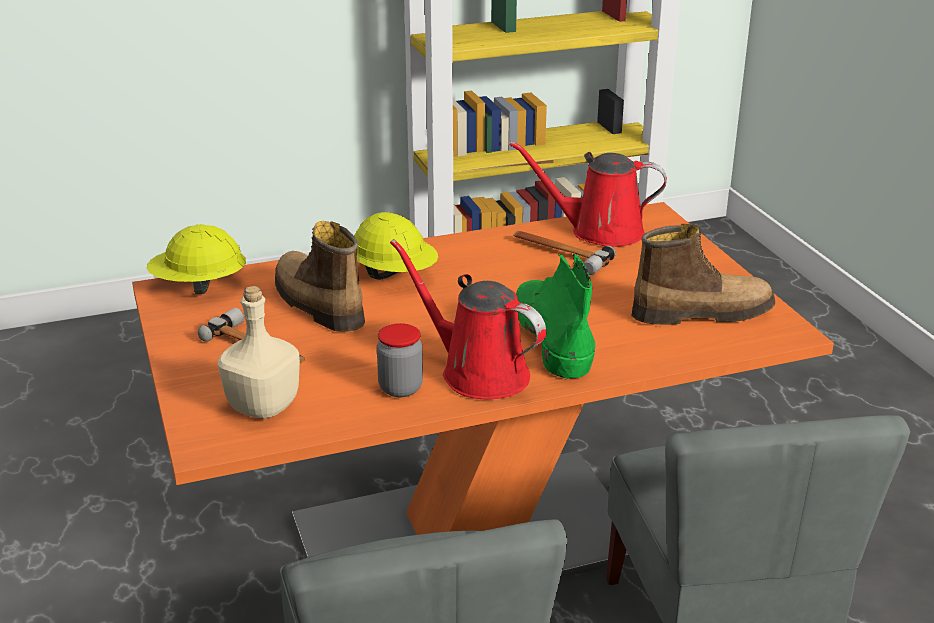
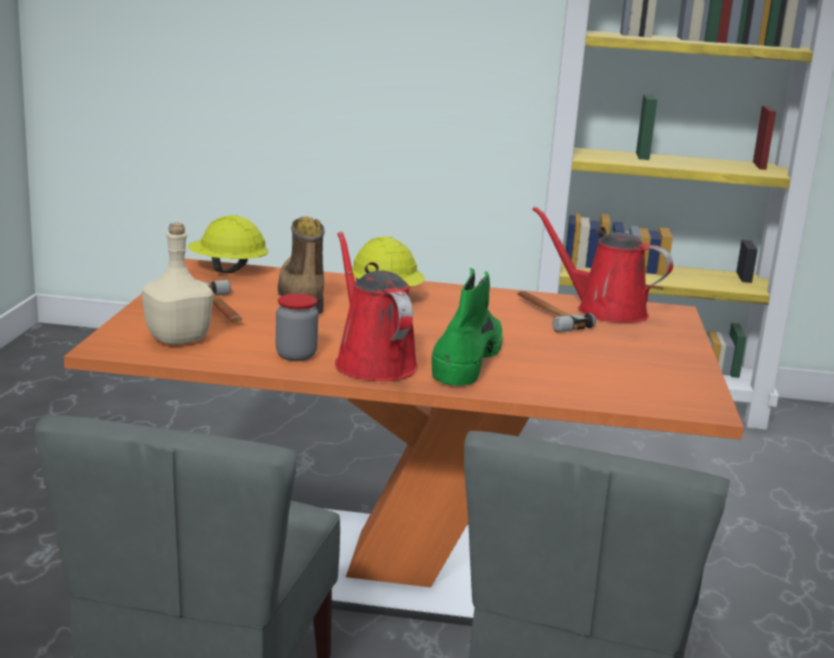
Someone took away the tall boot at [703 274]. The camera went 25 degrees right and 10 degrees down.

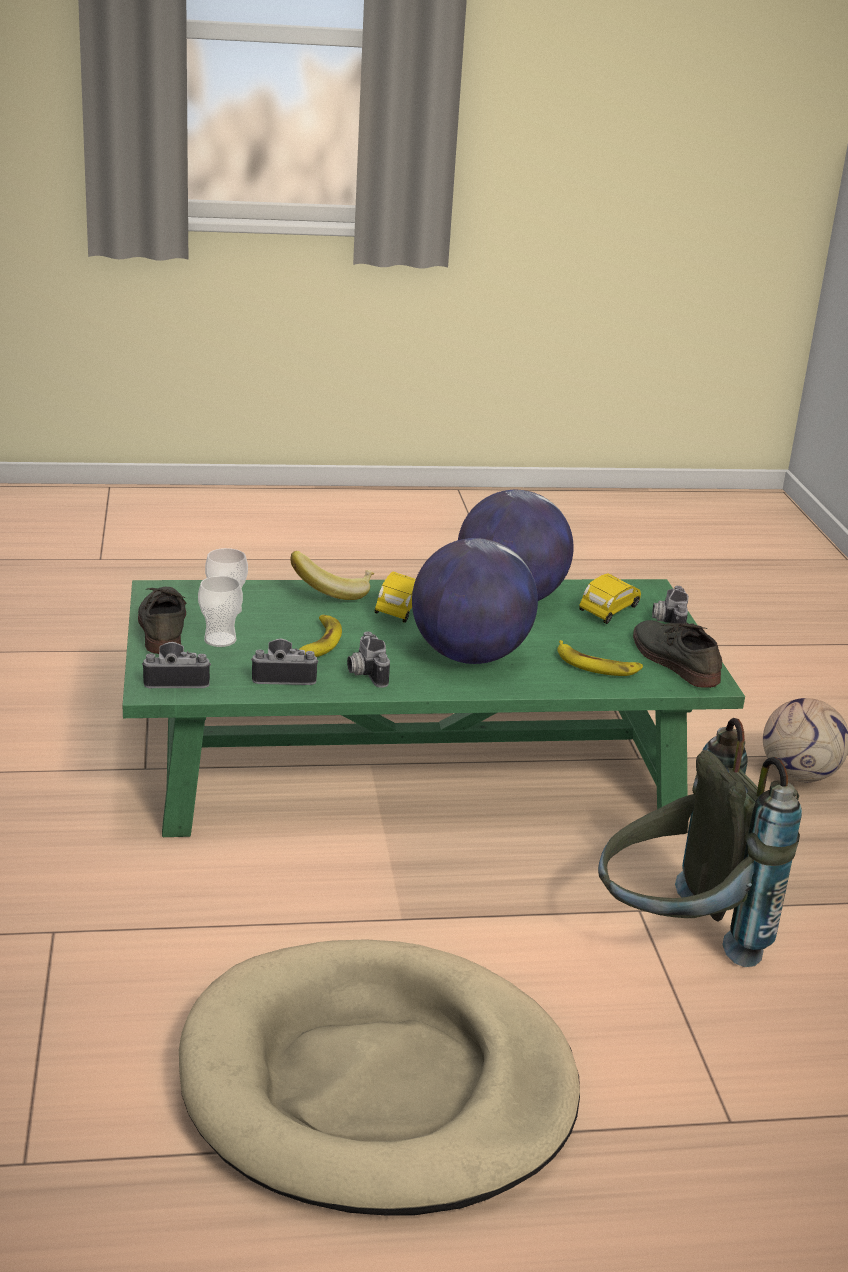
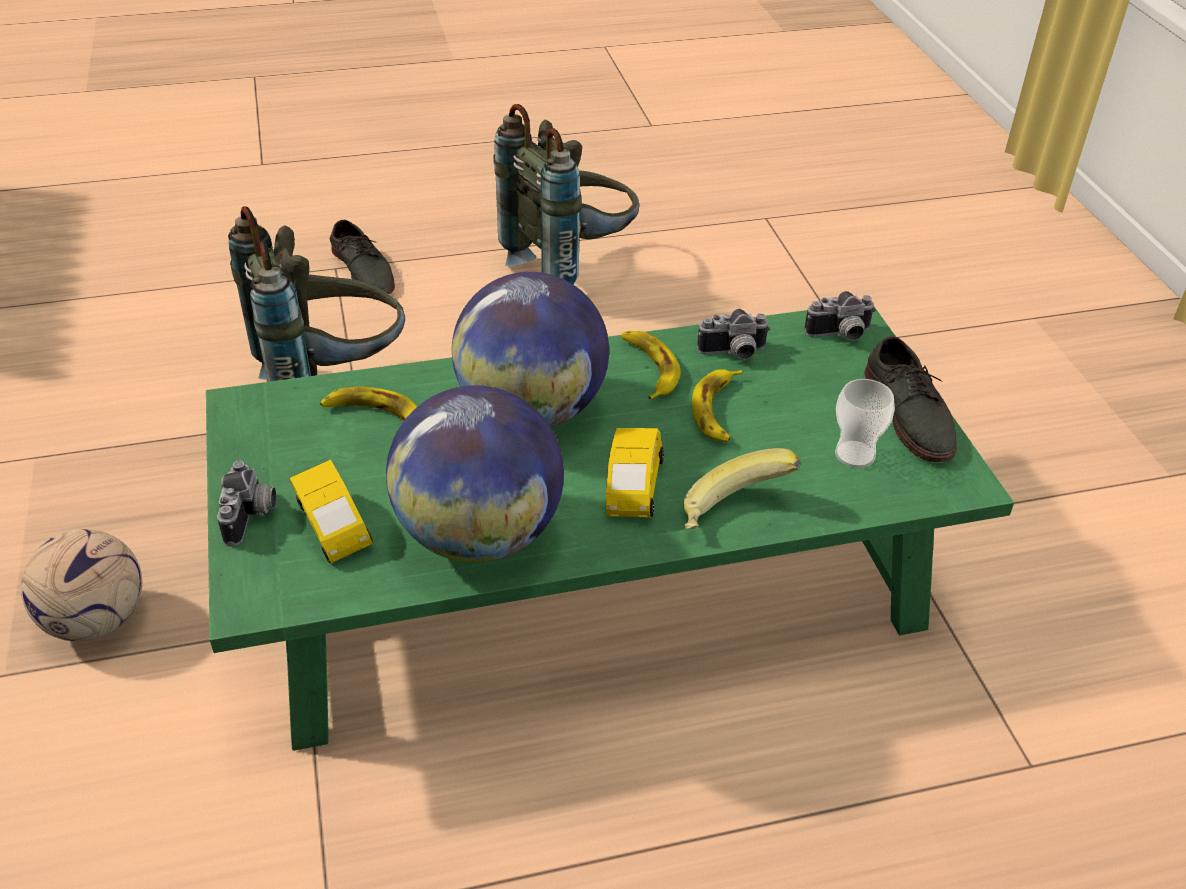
Someone rotated the toy car (yellow) at [610 599] by 60 degrees counterclockwise. Someone took away the small cup at [220 611]. Someone carried the item of footwear (greyish) from [677 654] to [362 257]. Someone swapped the still camera at [368 660] for the whole banana at [651 365]. Someone swapped the dog bed (beige) at [379 1077] for the knapsack (greyish) at [566 194]. The camera went 175 degrees right and 15 degrees up.

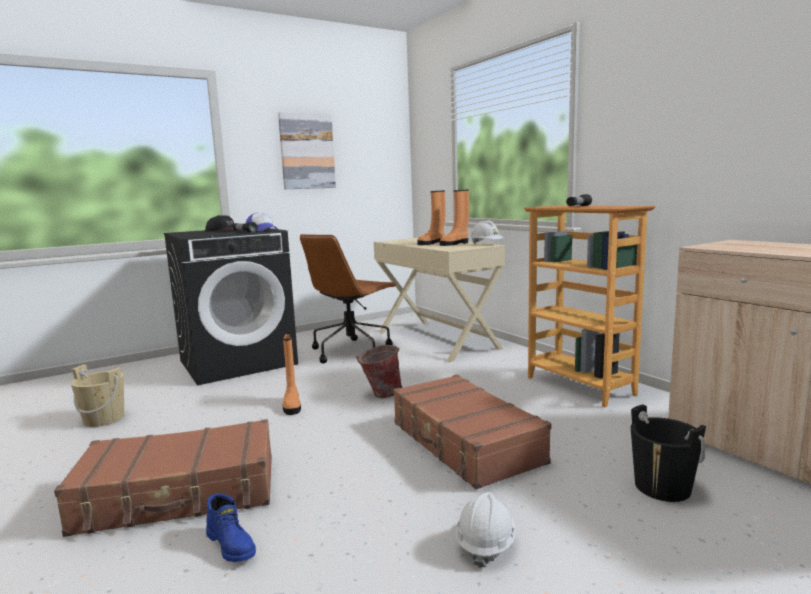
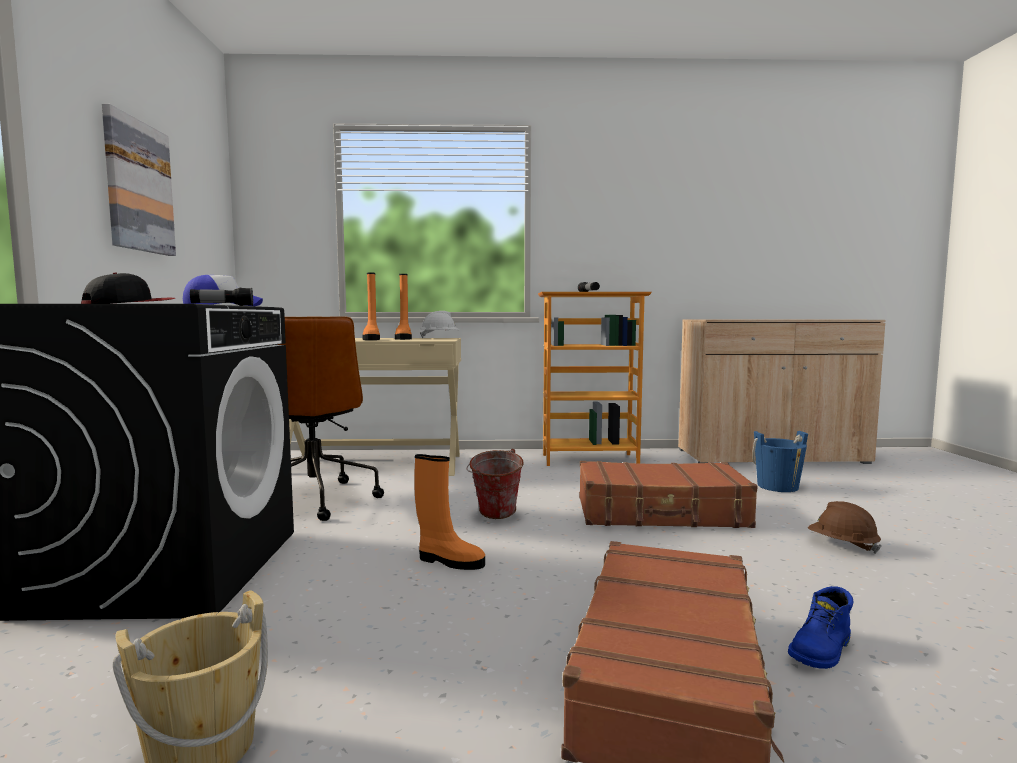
Someone repainted the bucket (black) at [668 453], which became the bucket (blue) at [780 461]. Someone repainted the safety helmet (white) at [485 530], which became the safety helmet (brown) at [845 527]. Someone rotated the tall boot (blue) at [231 528] by 150 degrees clockwise. The camera went 60 degrees left and 5 degrees down.

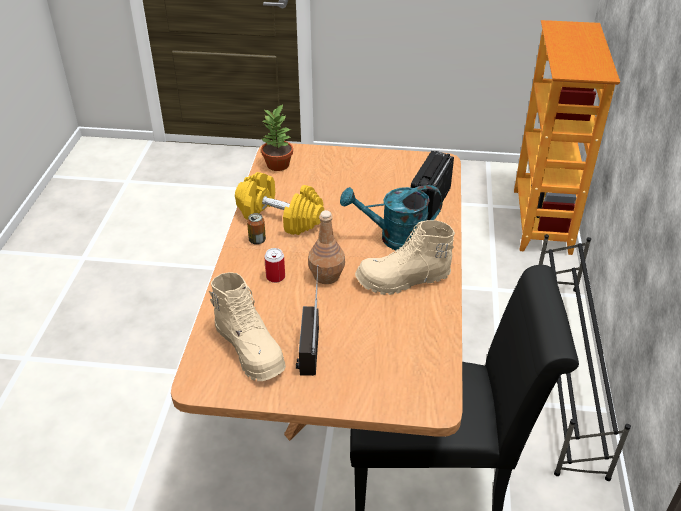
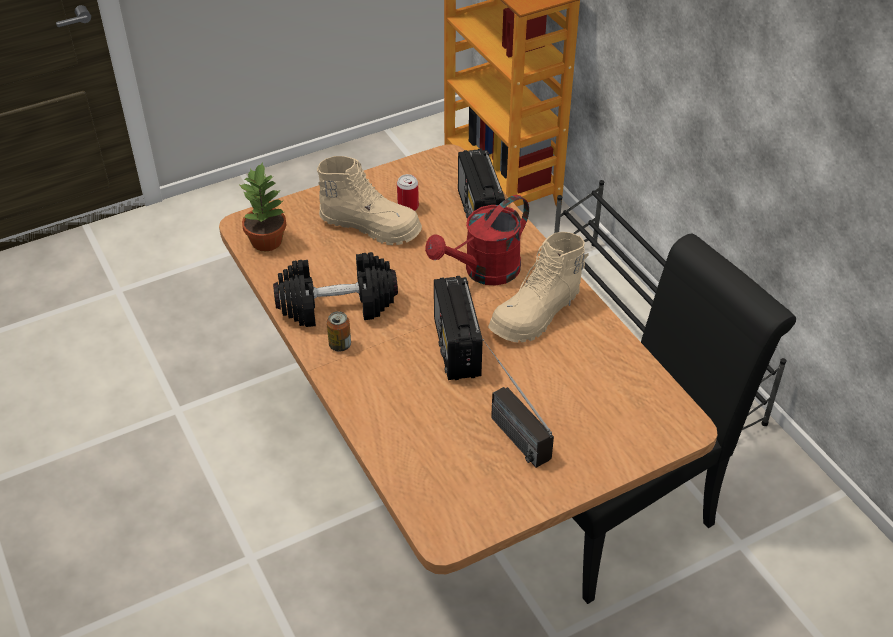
Someone repainted the hand weight (yellow) at [279 203], which became the hand weight (black) at [335 289]. Someone repainted the watering pot (blue-green) at [391 217], which became the watering pot (reddish) at [477 240]. Someone swapped the beverage bottle (brown) at [326 247] for the radio receiver at [458 328]. Someone carried the can from [274 265] to [408 192]. Someone carried the tall boot (beige) from [247 326] to [369 200]. The camera went 35 degrees left and 5 degrees up.

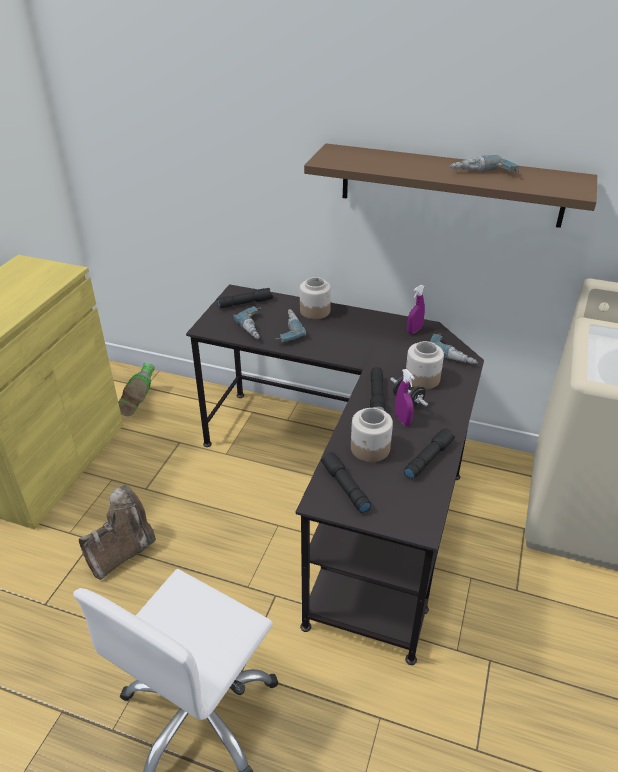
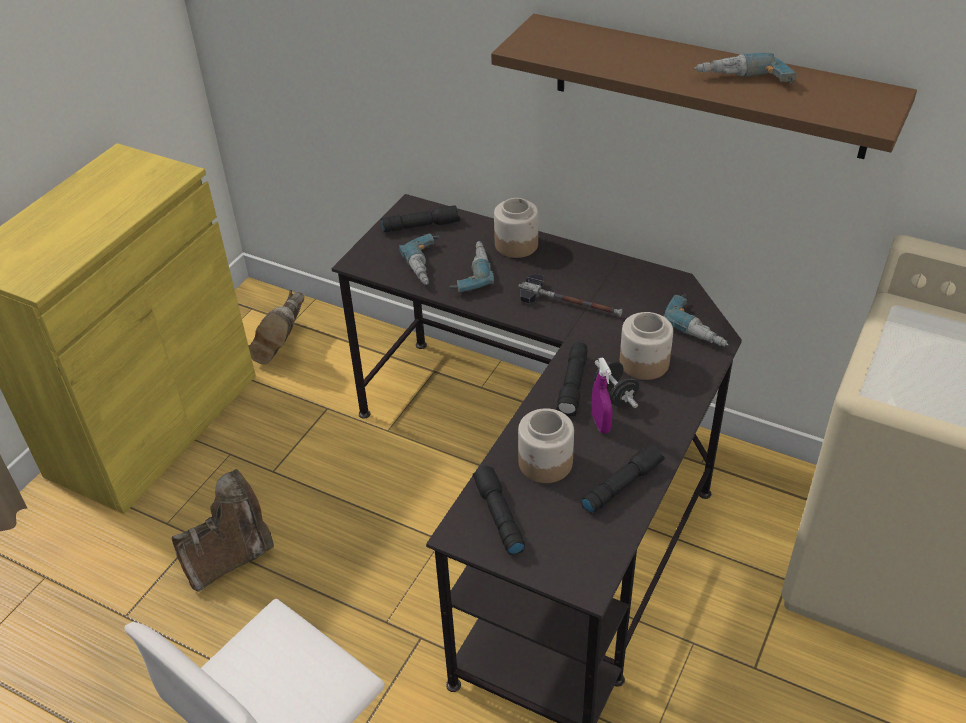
Someone took away the sprayer (purplish) at [416 309]. Someone repainted the tall boot (green-coloured) at [136 389], which became the tall boot (brown) at [276 327]. Someone put down the hand hammer at [570 295]. The camera went 10 degrees right and 5 degrees up.

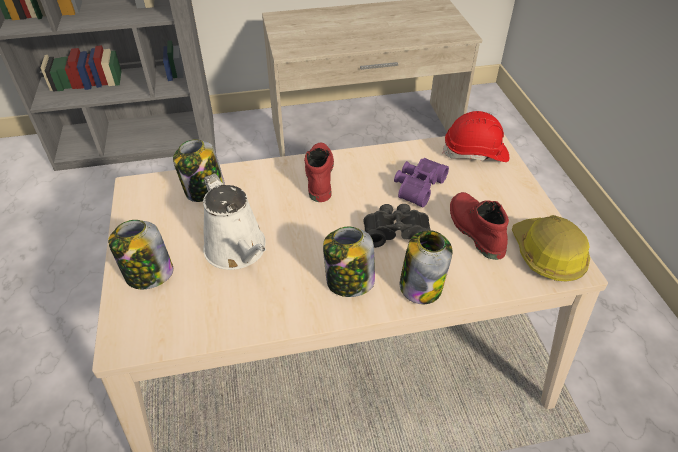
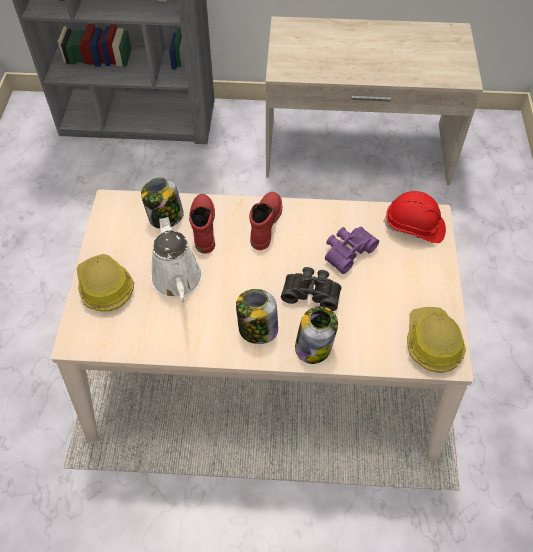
Someone carried the tall boot (reddish) from [479 226] to [202 224]. Someone swapped the storage jar at [141 254] for the safety helmet at [105 283]. The camera went 15 degrees right and 10 degrees up.

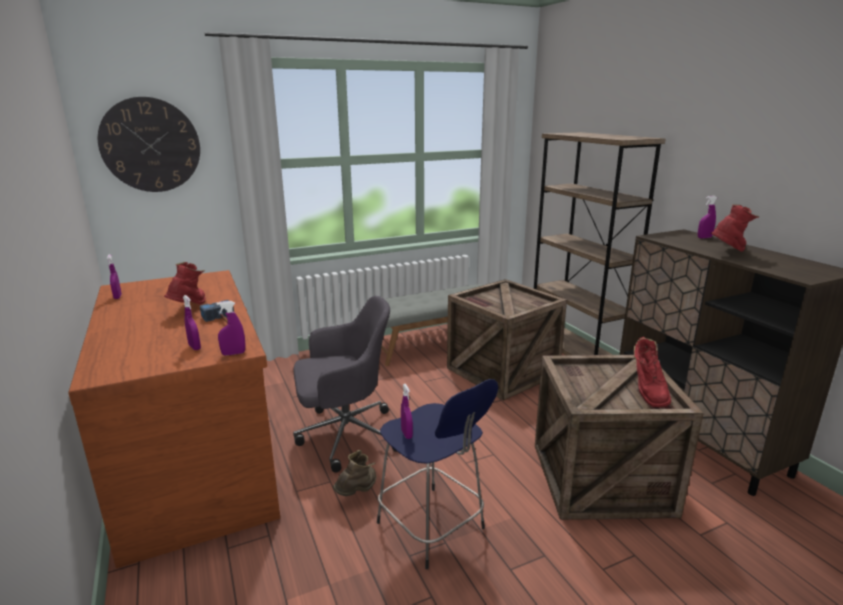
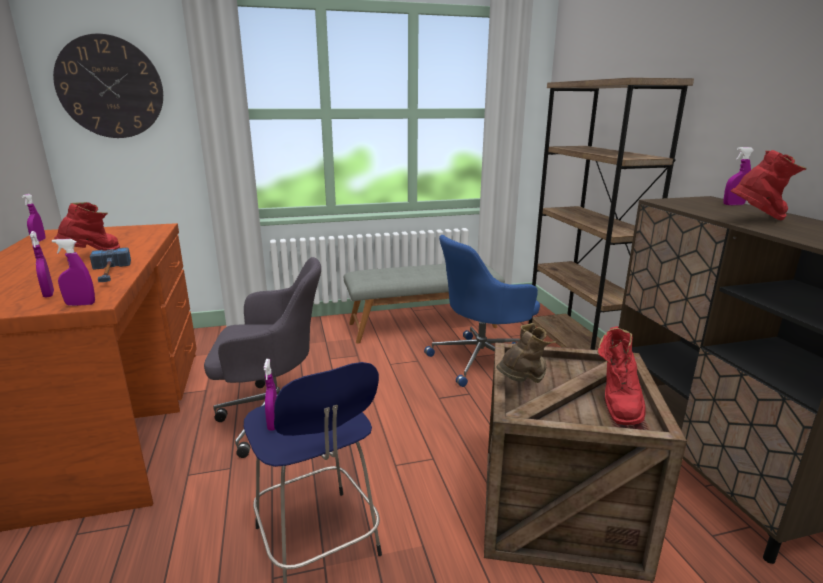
Someone swapped the packing crate at [507 340] for the desk chair (blue) at [482 311]. Someone carried the tall boot (brown) from [355 473] to [526 353]. The camera went 10 degrees right and 0 degrees up.

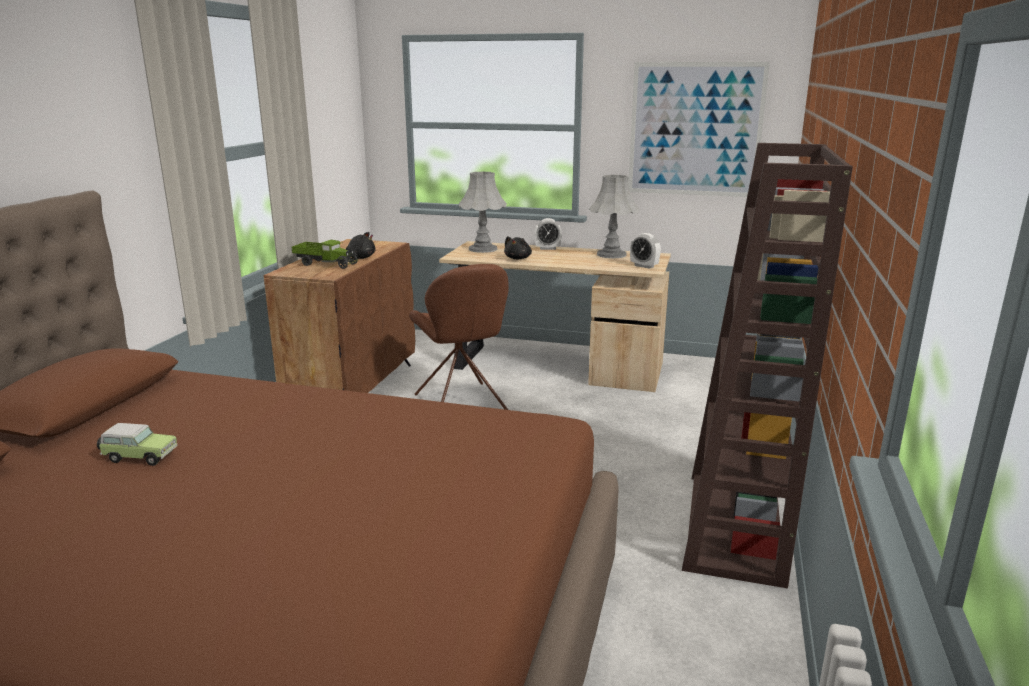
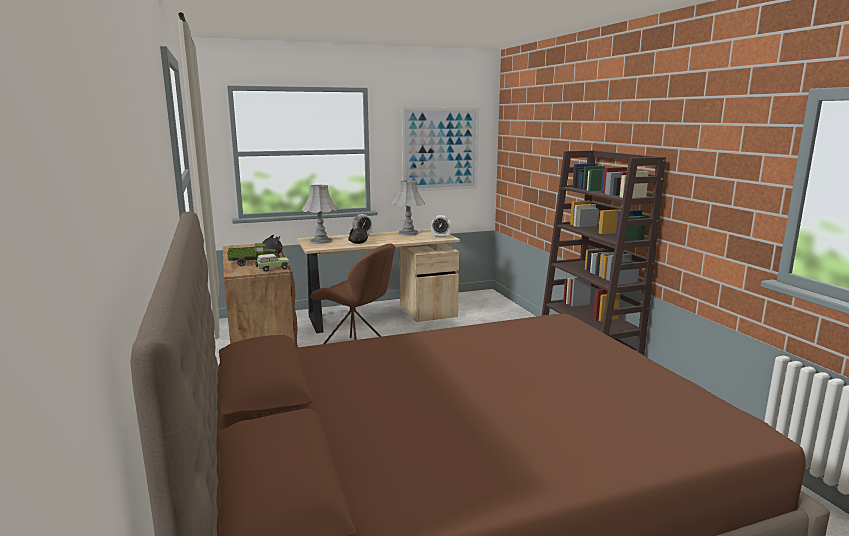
Someone carried the toy car from [137 444] to [272 263]. The camera went 35 degrees left and 5 degrees down.

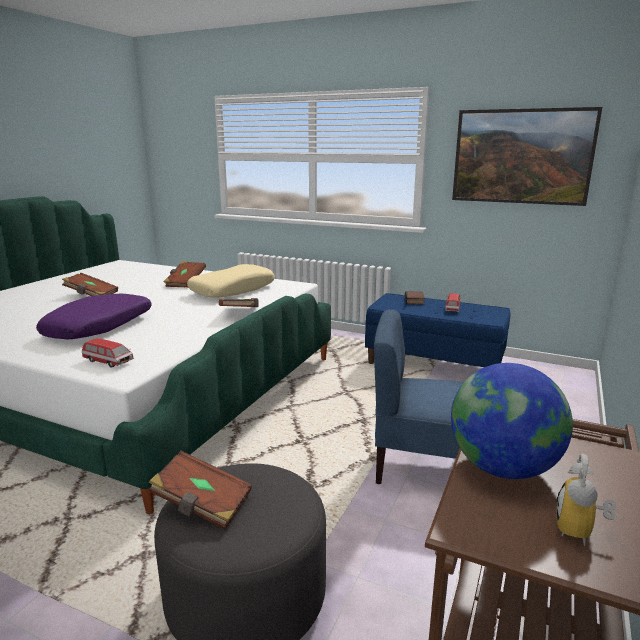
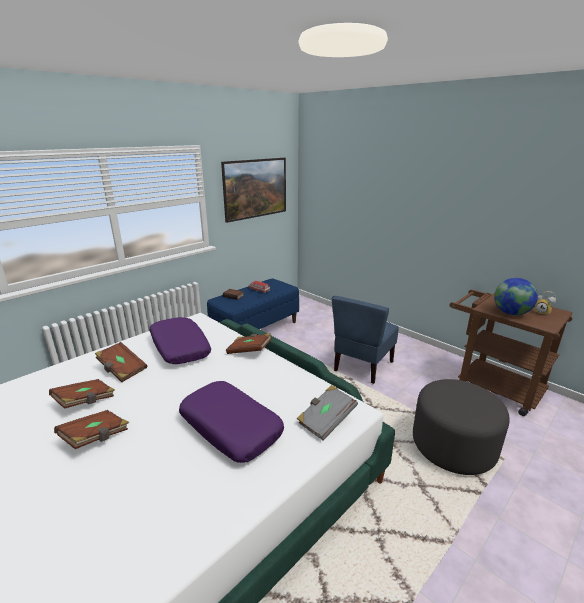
Someone repainted the pillow (beige) at [231 281], which became the pillow (purplish) at [180 340]. Someone swapped the toy car at [108 353] for the book (greyish) at [327 413]. Someone carried the book (brown) from [200 490] to [82 394]. The camera went 70 degrees left and 5 degrees up.

